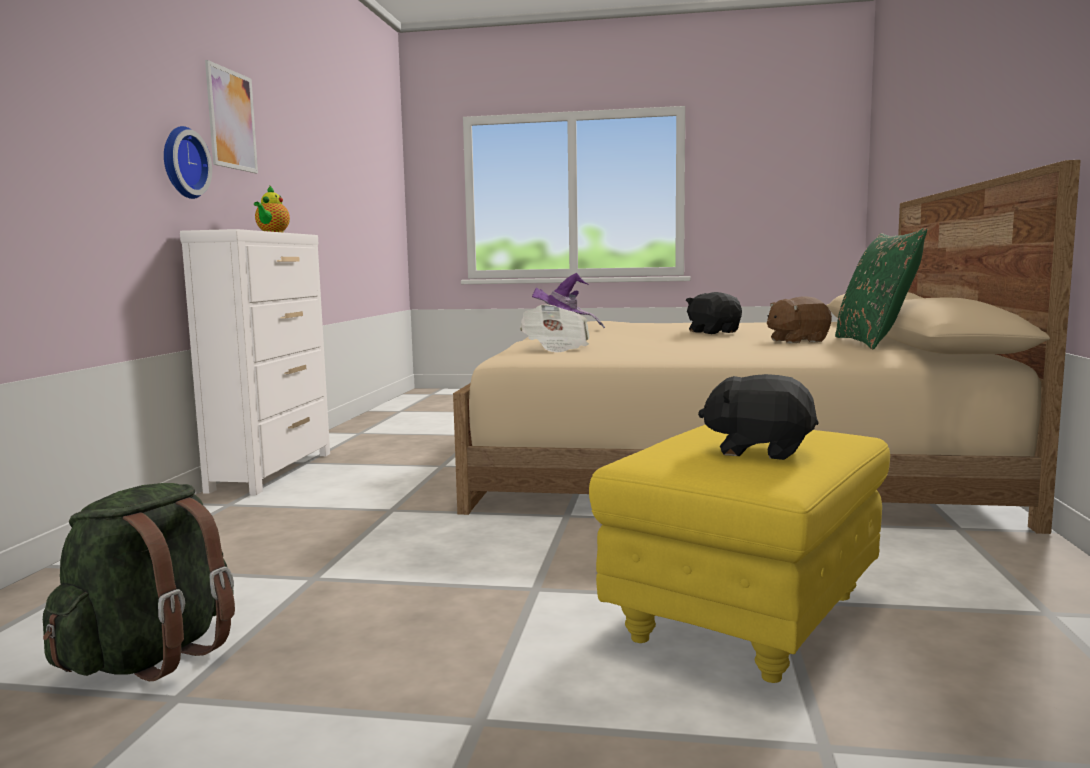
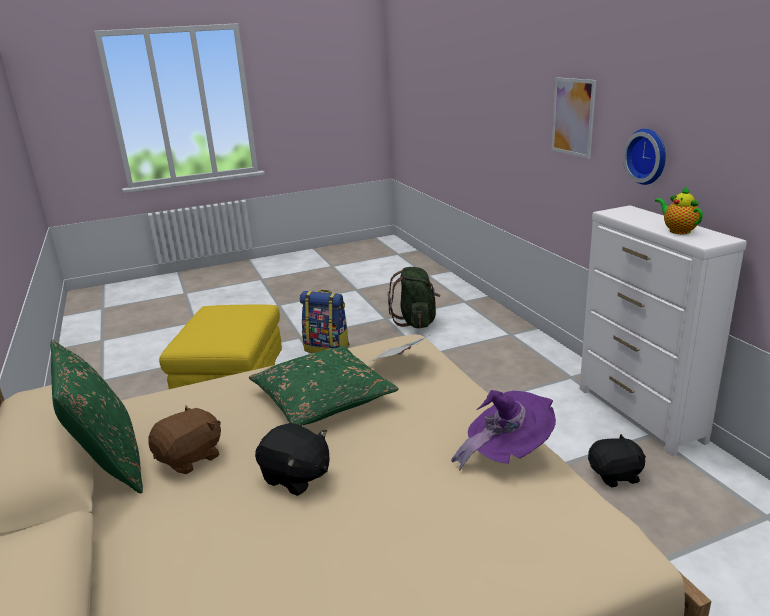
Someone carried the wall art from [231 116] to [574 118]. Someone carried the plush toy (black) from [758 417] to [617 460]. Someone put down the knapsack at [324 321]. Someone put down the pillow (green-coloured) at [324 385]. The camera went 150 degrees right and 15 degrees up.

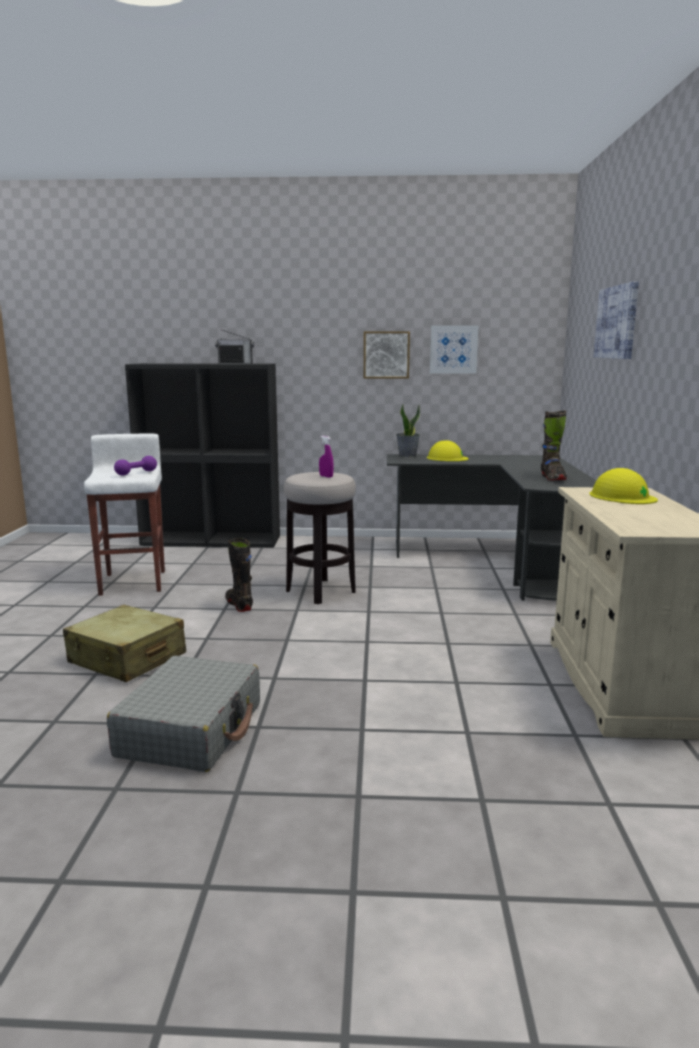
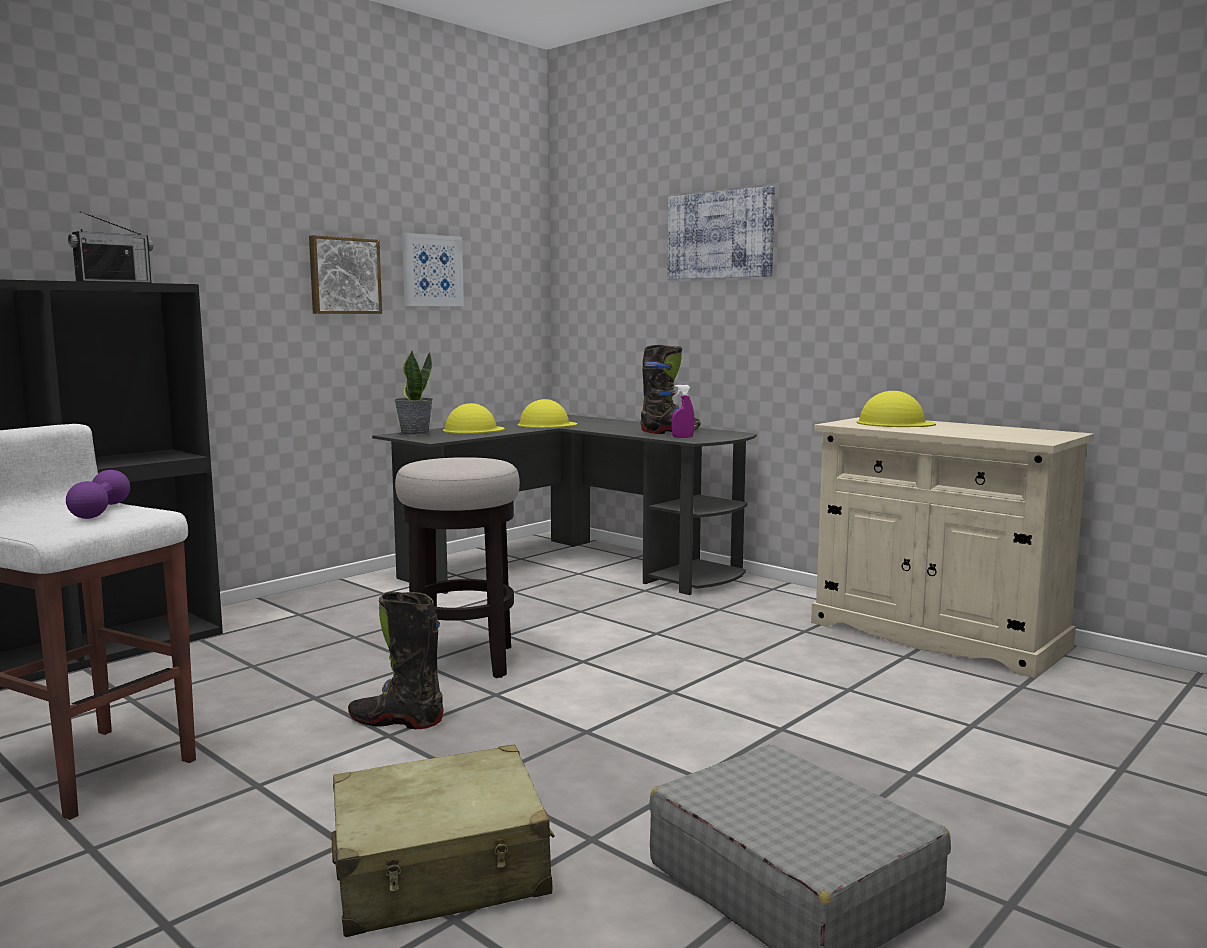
Someone rotated the tall boot (black) at [554 445] by 60 degrees counterclockwise. Someone carried the sprayer (purplish) from [326 457] to [683 411]. Someone put down the safety helmet (yellow) at [547 413]. The camera went 50 degrees left and 5 degrees down.

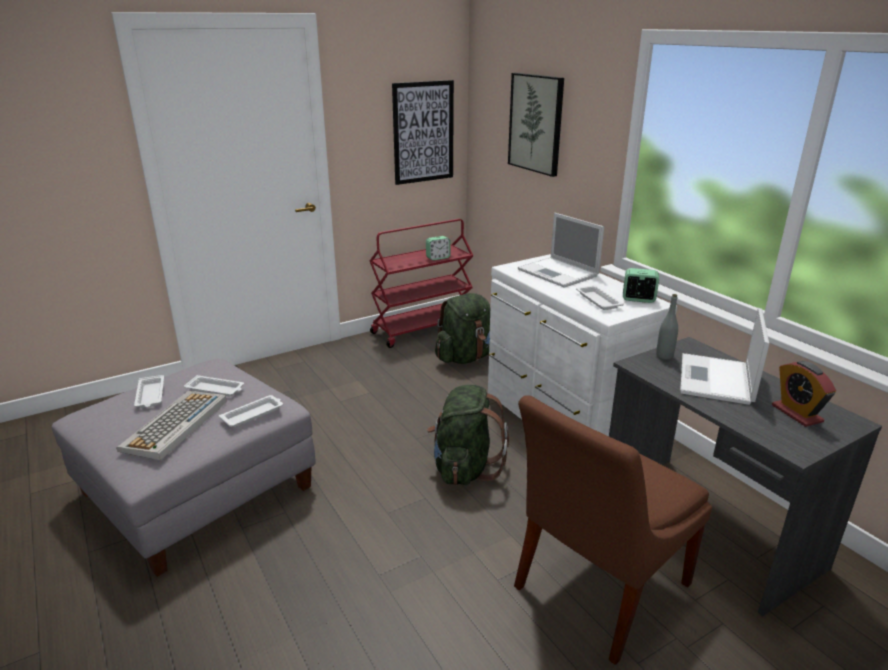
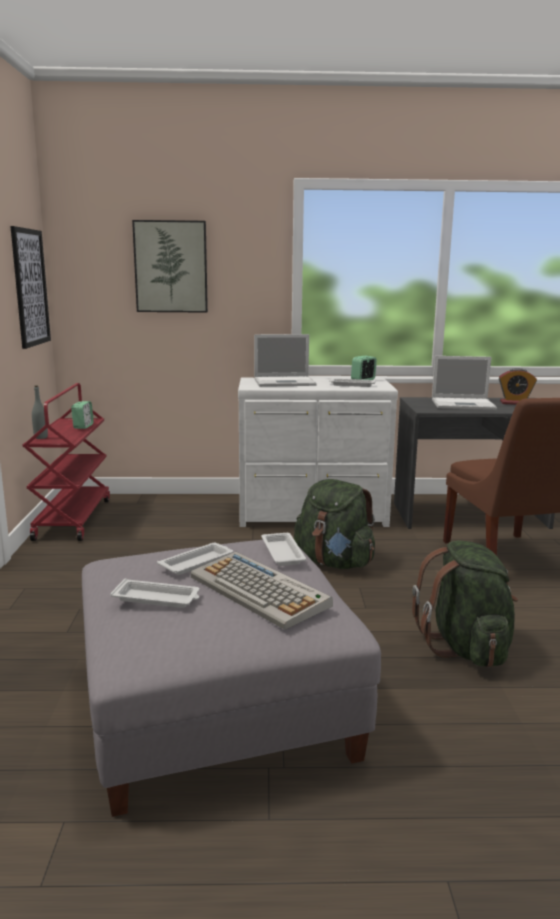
Someone carried the knapsack (green-coloured) from [462 328] to [465 603]. Someone carried the beverage bottle (greyish) from [667 327] to [40 412]. Someone rotated the portable computer at [724 356] by 45 degrees counterclockwise. The camera went 60 degrees left and 10 degrees down.

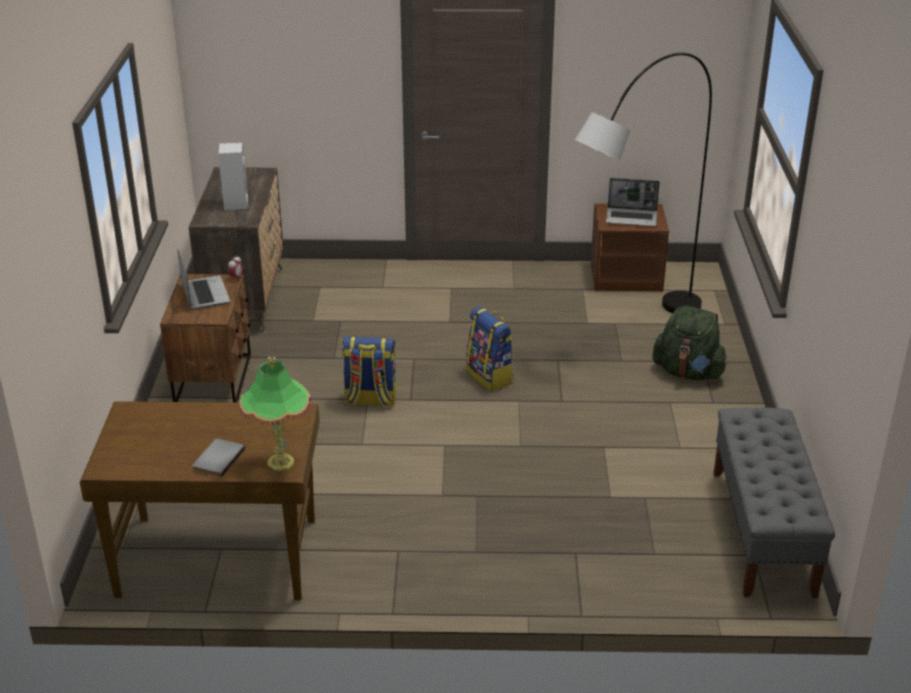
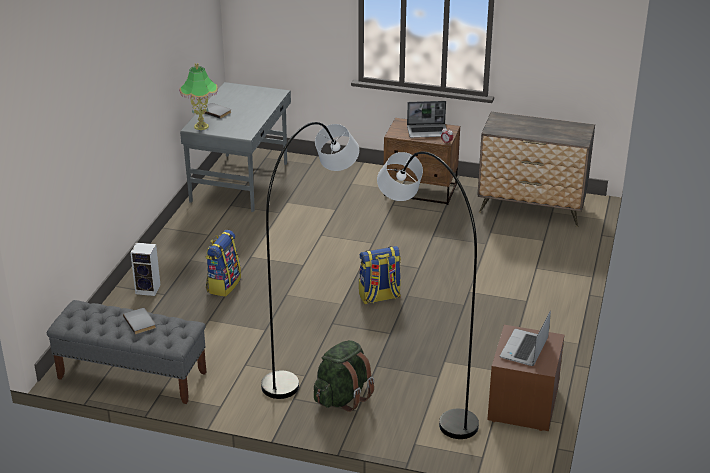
Someone carried the speaker from [233 176] to [146 269]. Someone carried the knapsack from [369 371] to [223 263]. Someone repainted the desk unit (brown) at [200 500], which became the desk unit (greyish) at [235 147]. Someone put down the standard lamp (greyish) at [310 260]. Someone put down the book (greyish) at [139 321]. The camera went 105 degrees right and 0 degrees up.

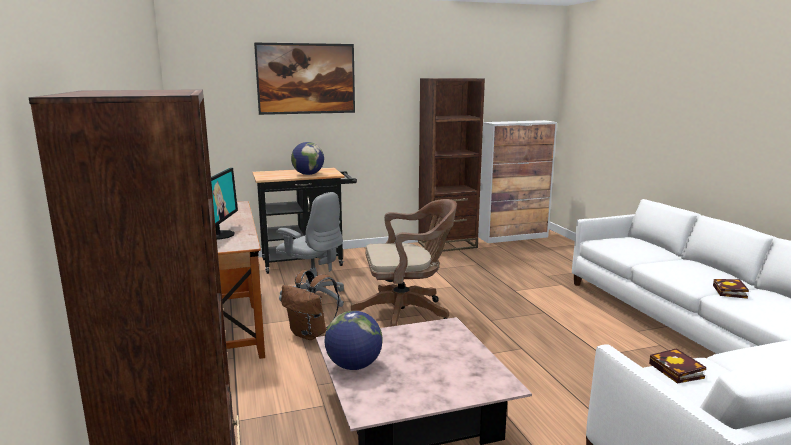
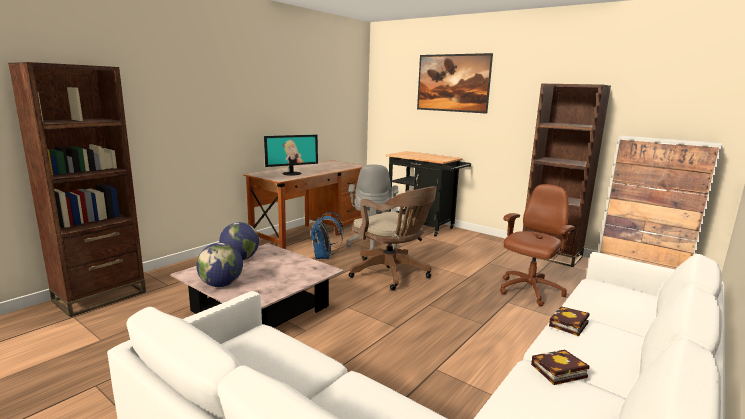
Someone carried the desk globe from [307 158] to [219 265]. Someone repainted the knapsack (brown) at [310 305], which became the knapsack (blue) at [327 235]. Someone carried the book from [677 366] to [569 321]. Someone put down the desk chair (brown) at [537 245]. The camera went 55 degrees right and 0 degrees up.

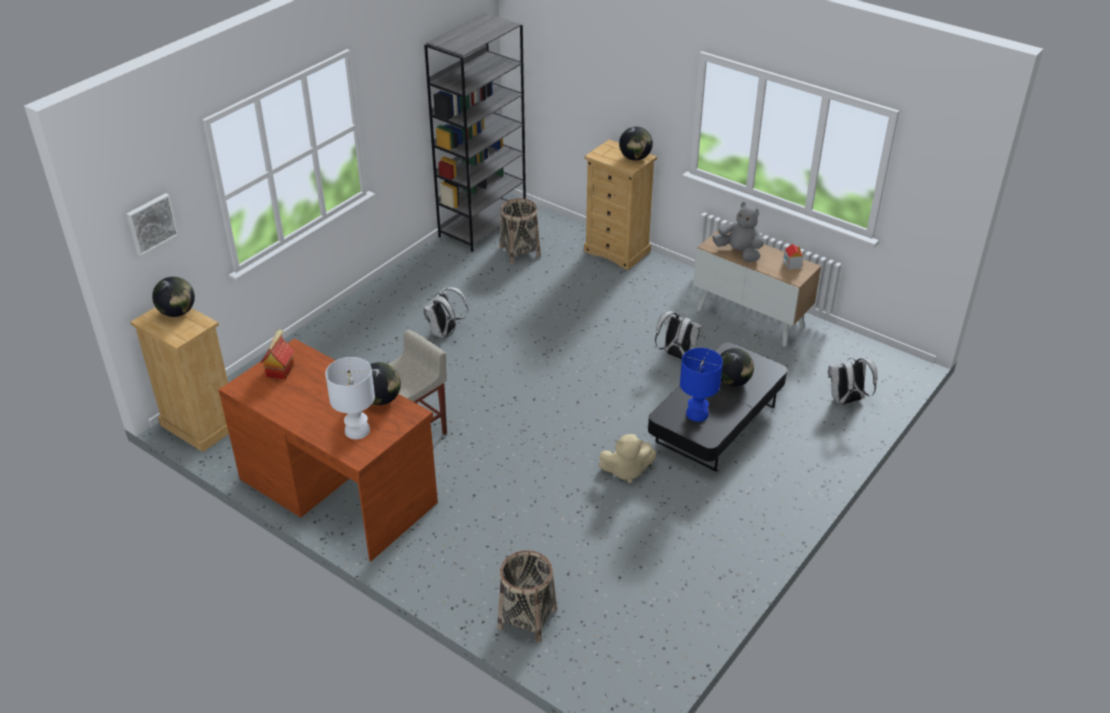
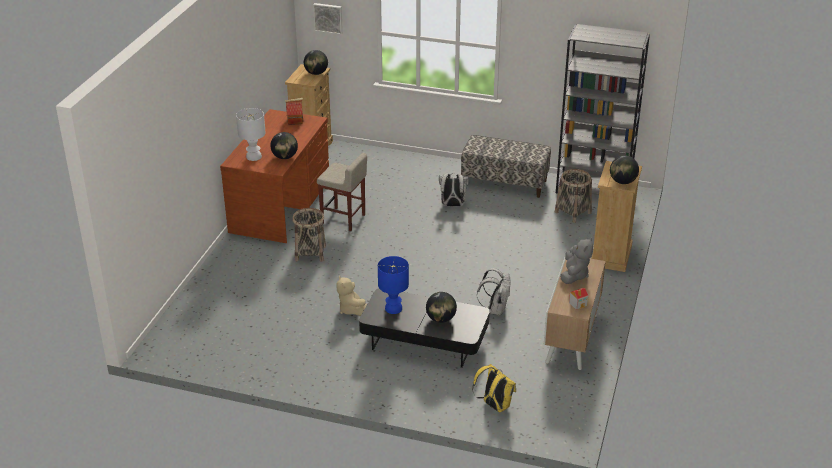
Someone repainted the knapsack (white) at [852 381], which became the knapsack (yellow) at [494 388]. Someone carried the household basket from [527 596] to [309 235]. Someone put down the indoor bench at [506 166]. The camera went 70 degrees right and 5 degrees down.

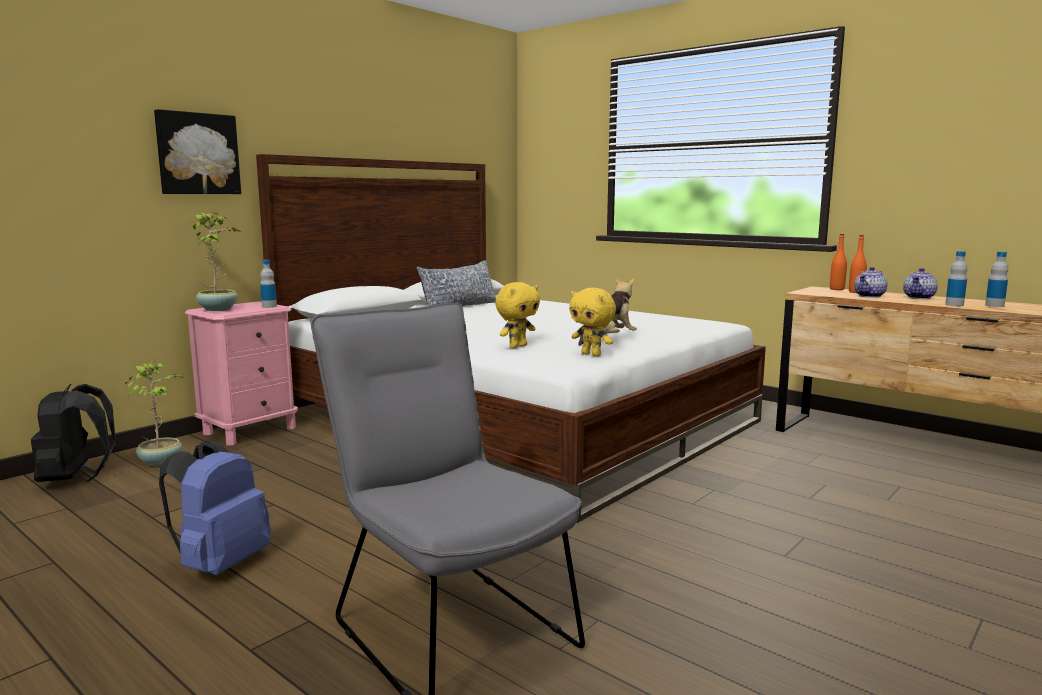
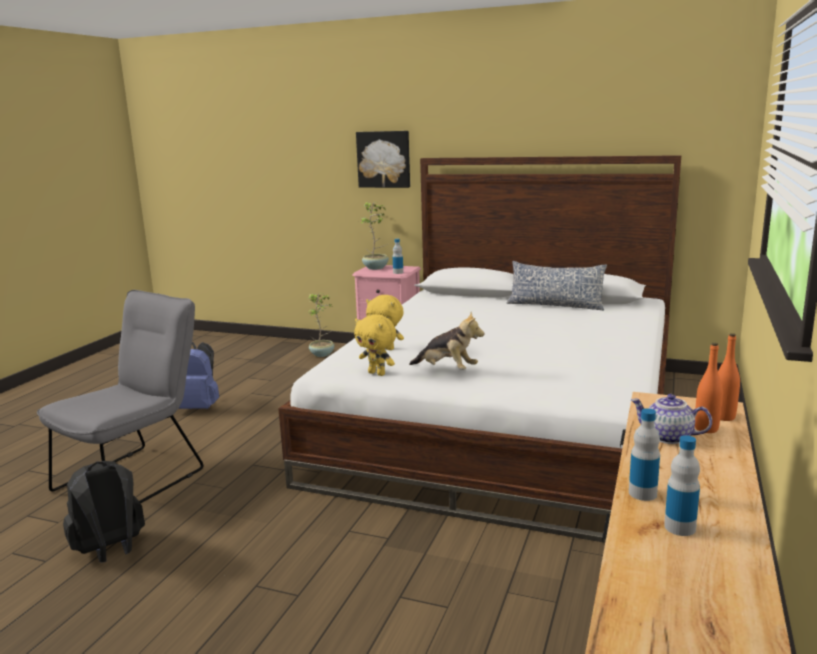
Someone took away the tea pot at [920 283]. Someone rotated the plush toy (yellow) at [592 322] by 75 degrees counterclockwise. Someone carried the knapsack (black) from [73 432] to [104 512]. The camera went 70 degrees right and 5 degrees up.

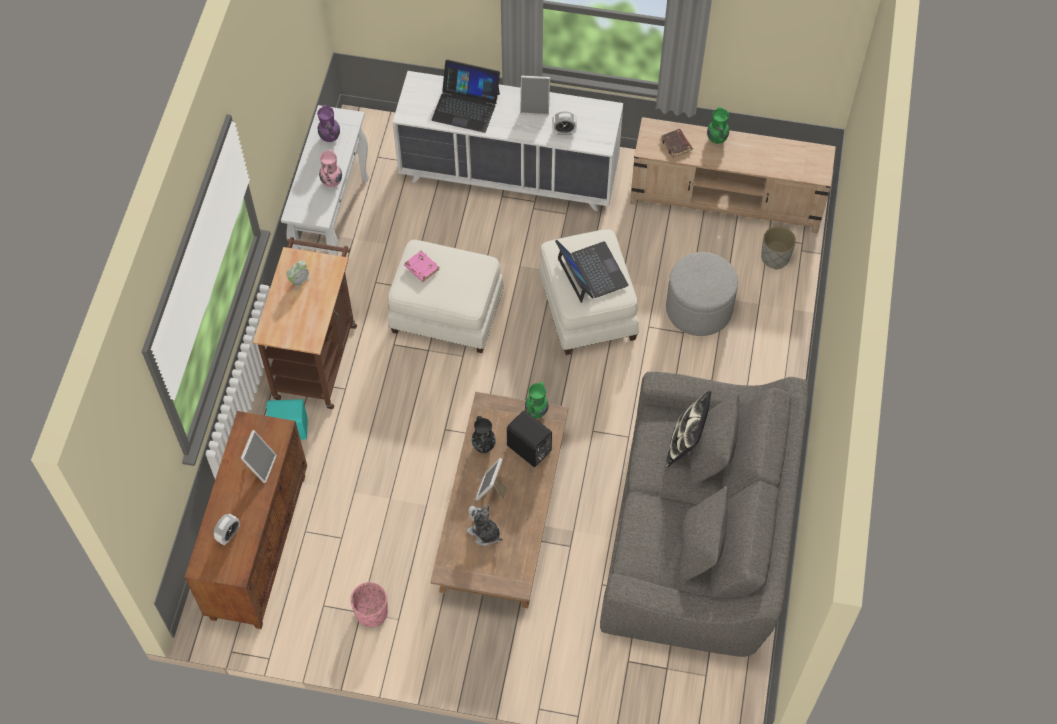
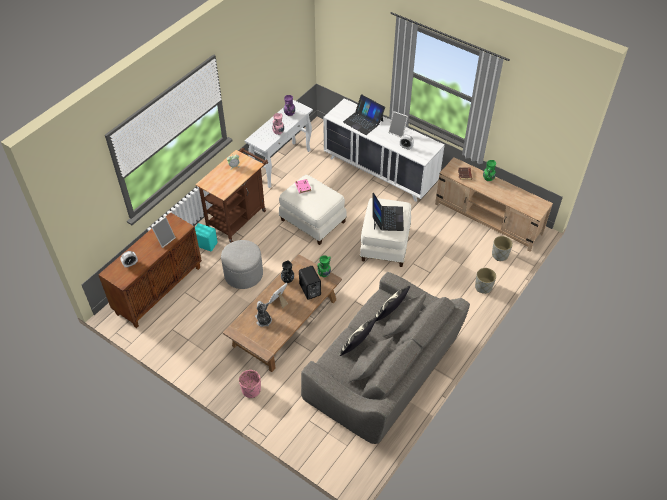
Someone carried the pouffe (greyish) from [702 294] to [242 264]. Someone carried the planter (pink-coloured) from [369 604] to [250 384]. Someone put down the planter (greyish) at [485 281]. Someone put down the pillow at [358 336]. The camera went 25 degrees right and 10 degrees down.

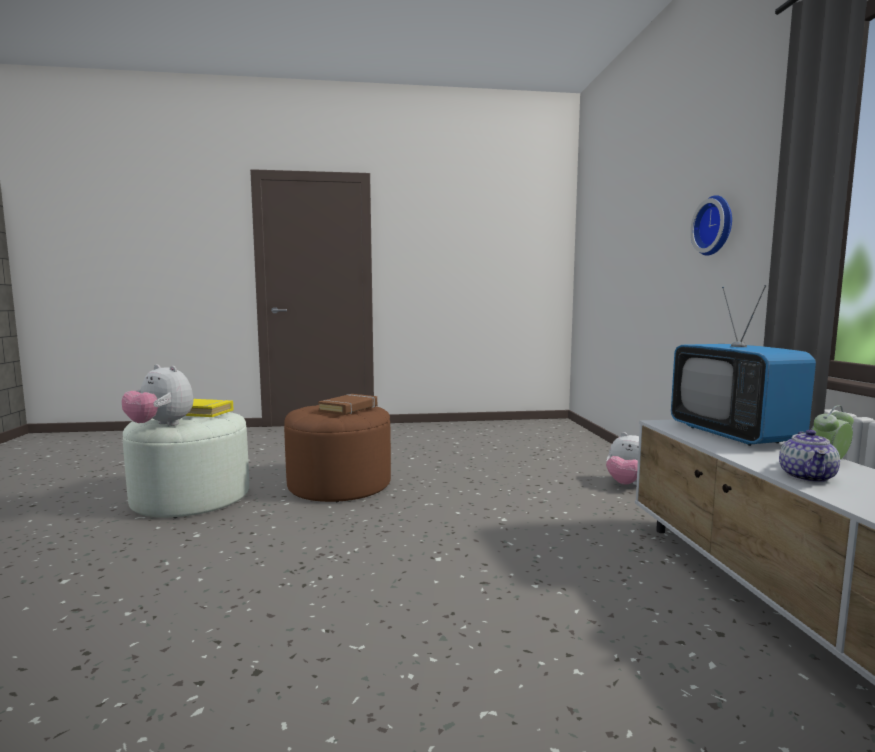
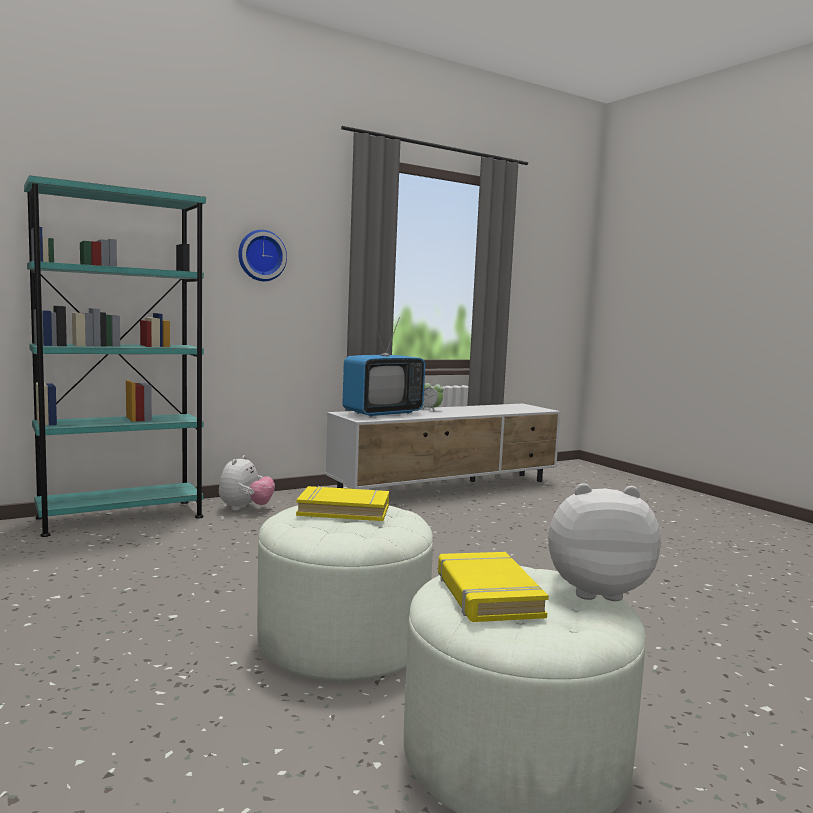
Someone rotated the plush toy at [157 395] by 90 degrees counterclockwise. Someone repainted the book (brown) at [347 404], which became the book (yellow) at [342 503]. Someone repainted the pouffe (brown) at [337 453], which became the pouffe (white) at [345 593]. Someone took away the tea pot at [809 456]. Someone put down the bookshelf (blue-green) at [115 356]. The camera went 115 degrees left and 0 degrees up.

